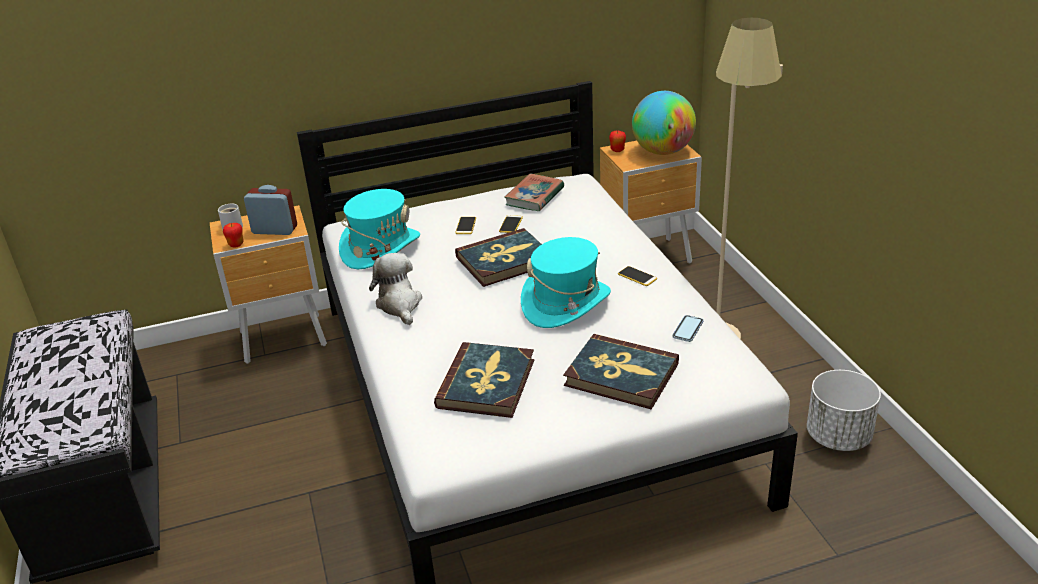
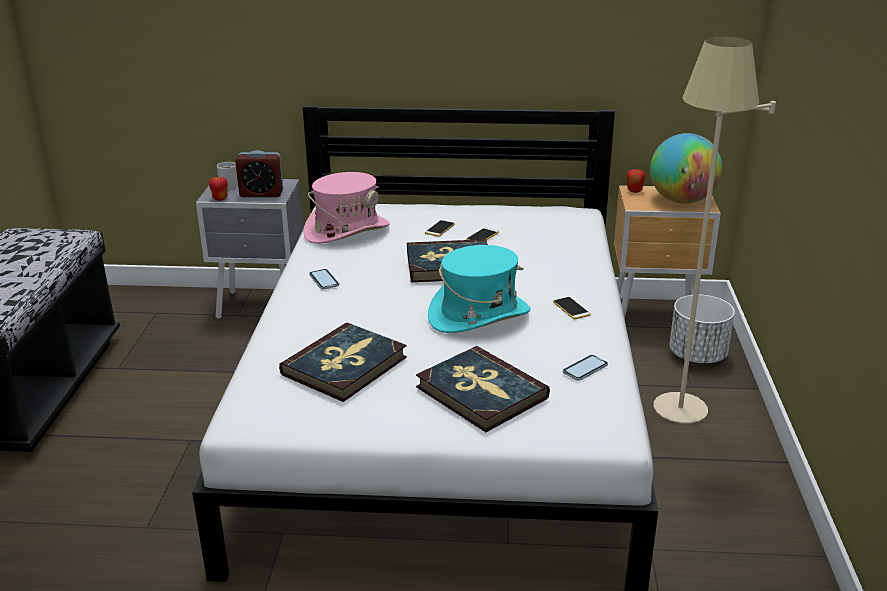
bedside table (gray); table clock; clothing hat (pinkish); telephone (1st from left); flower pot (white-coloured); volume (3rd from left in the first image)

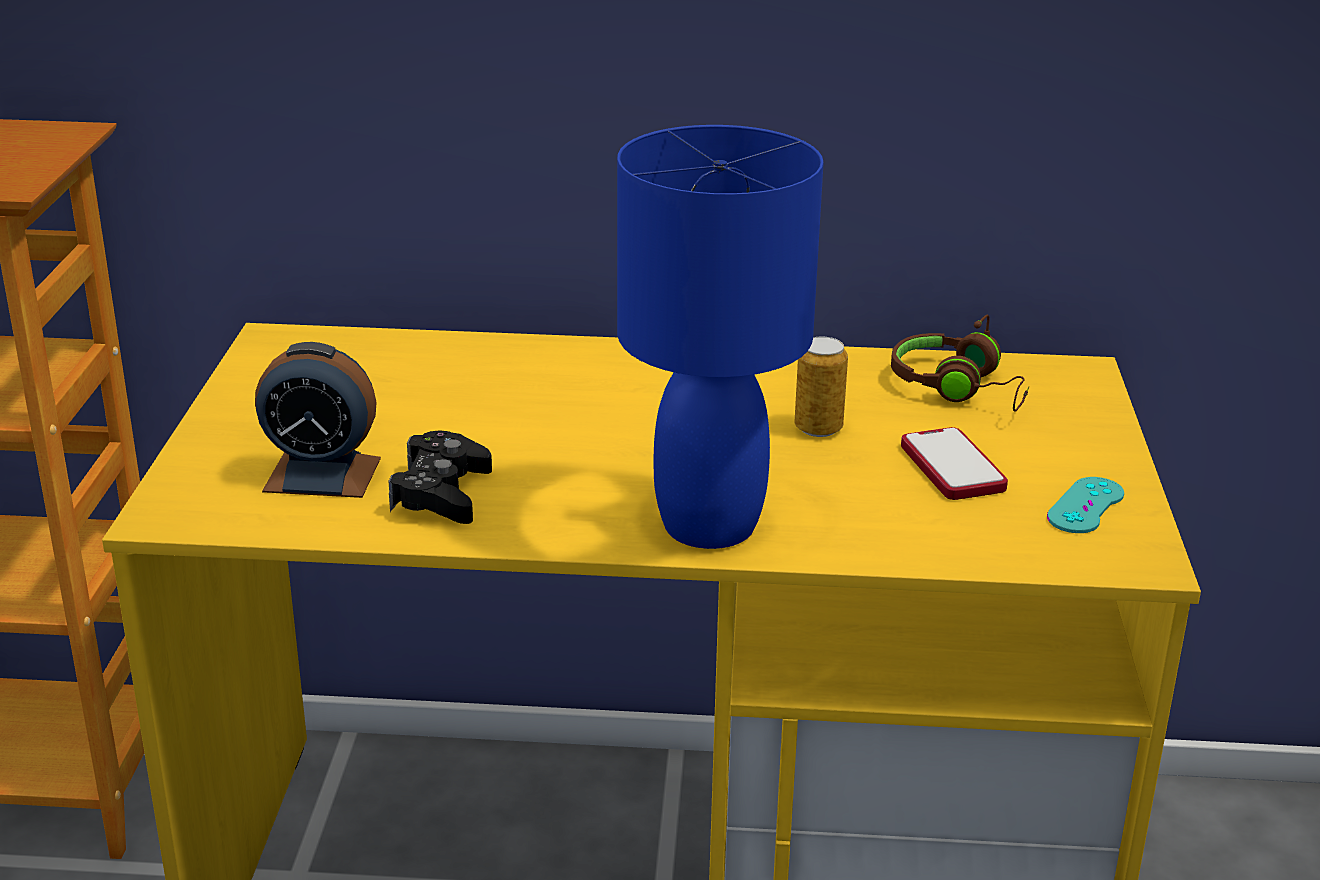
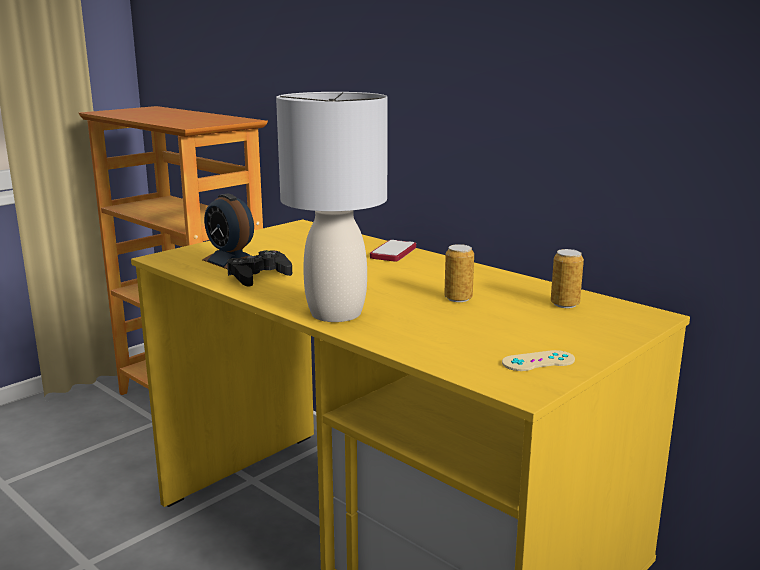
table lamp (gray); telephone; game controller (sand-coloured); sealed can (2nd from left)

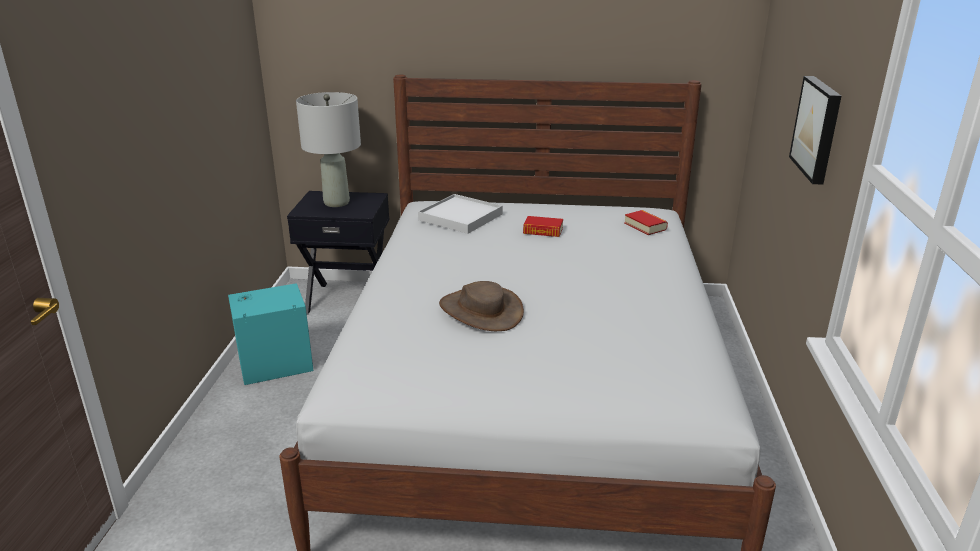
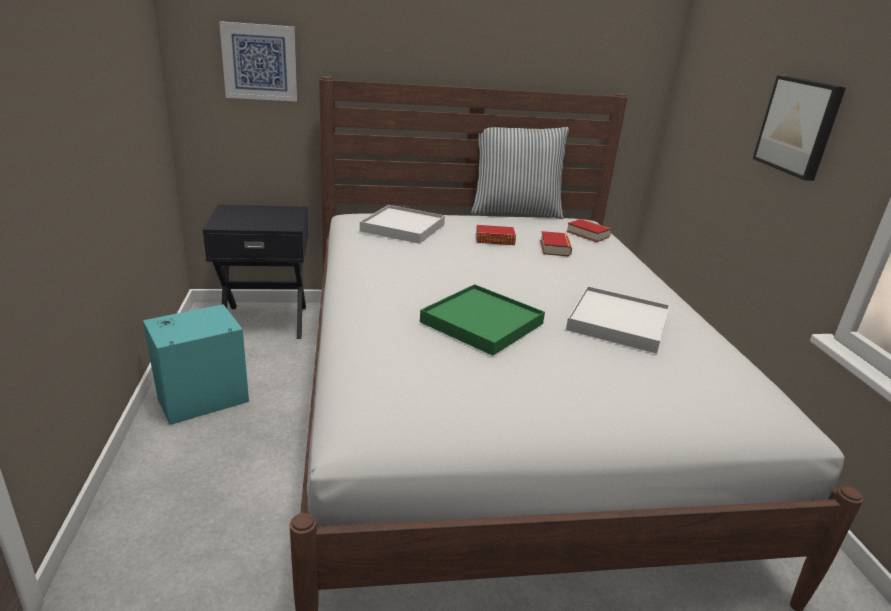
picture (1st from left); tray (greenish); throw pillow; volume (2nd from left); tray (white-coloured) (2nd from left); table lamp (gray)

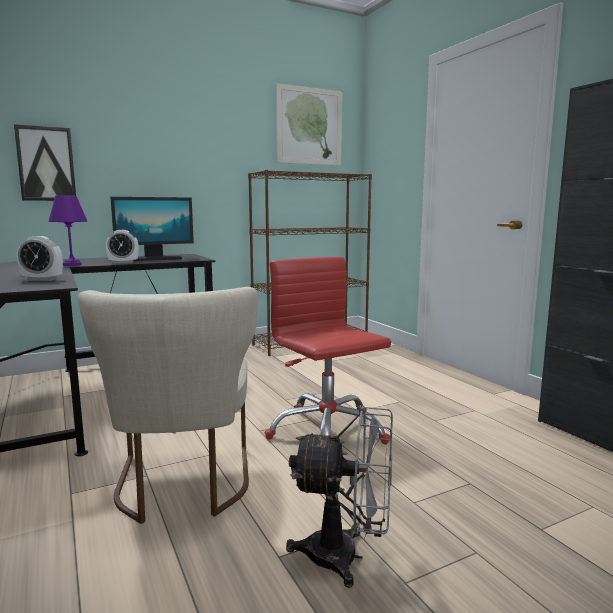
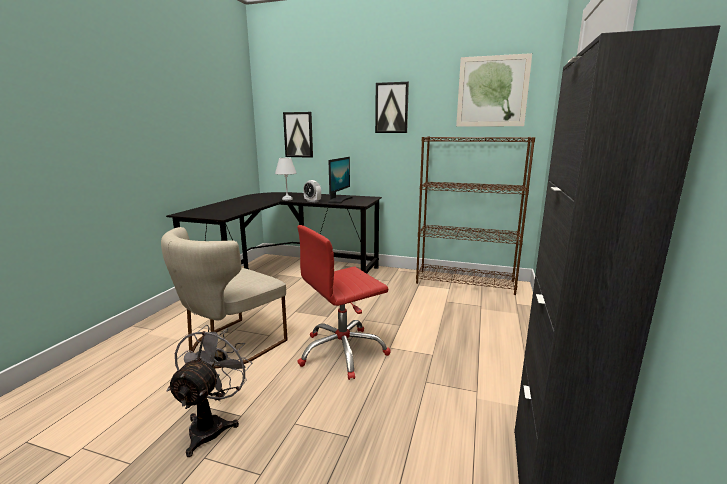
electric fan (gray); table lamp (white-coloured); office chair (reddish); computer screen; picture (2nd from left); table clock (1st from left in the first image)

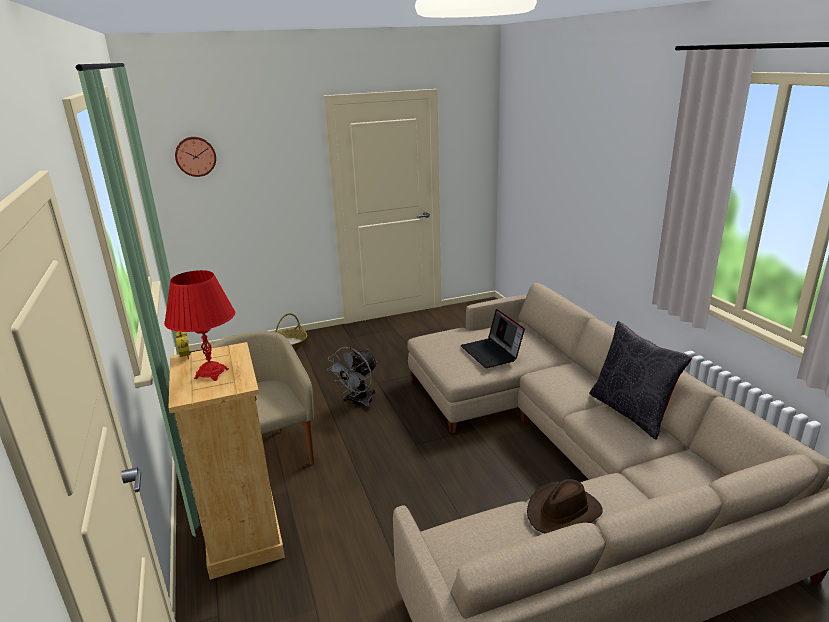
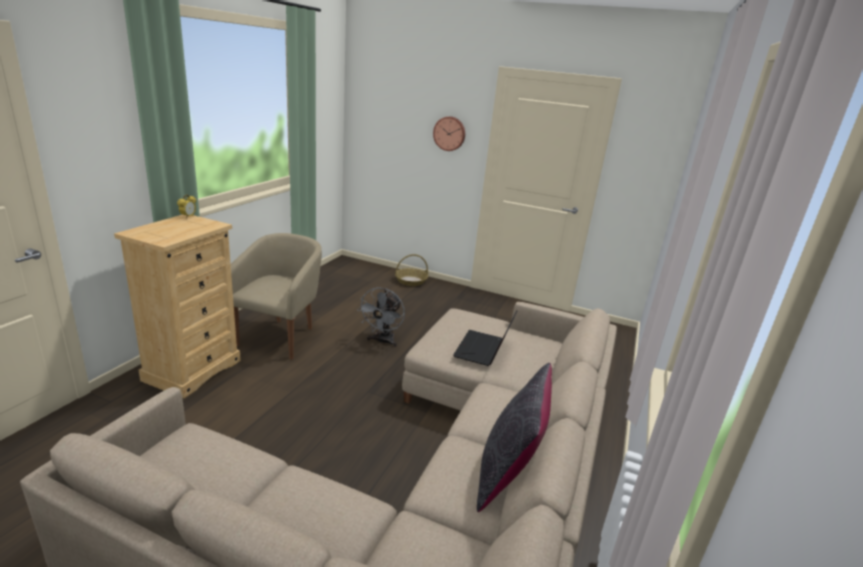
electric fan (gray); hanging clock; table lamp (reddish); clothing hat (brown)

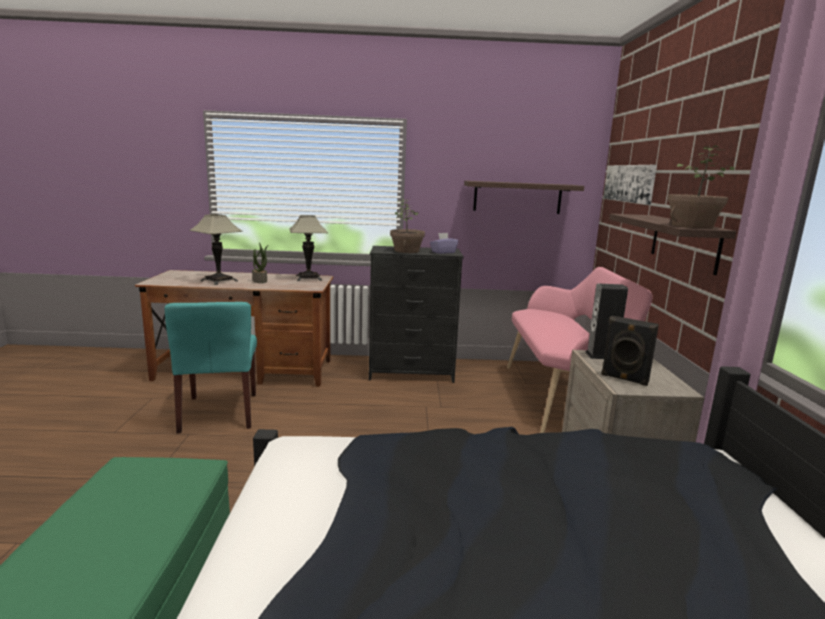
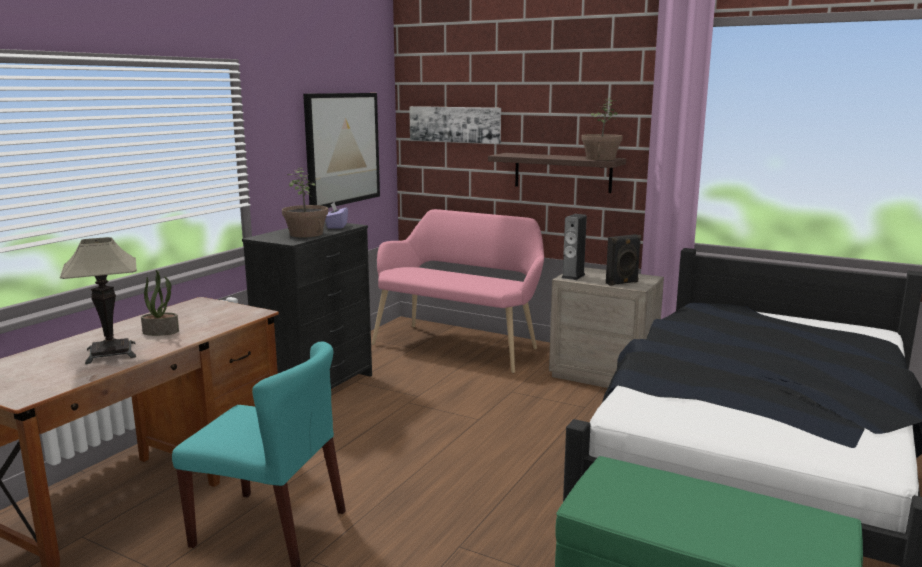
picture (1st from left); table lamp (2nd from left in the first image)

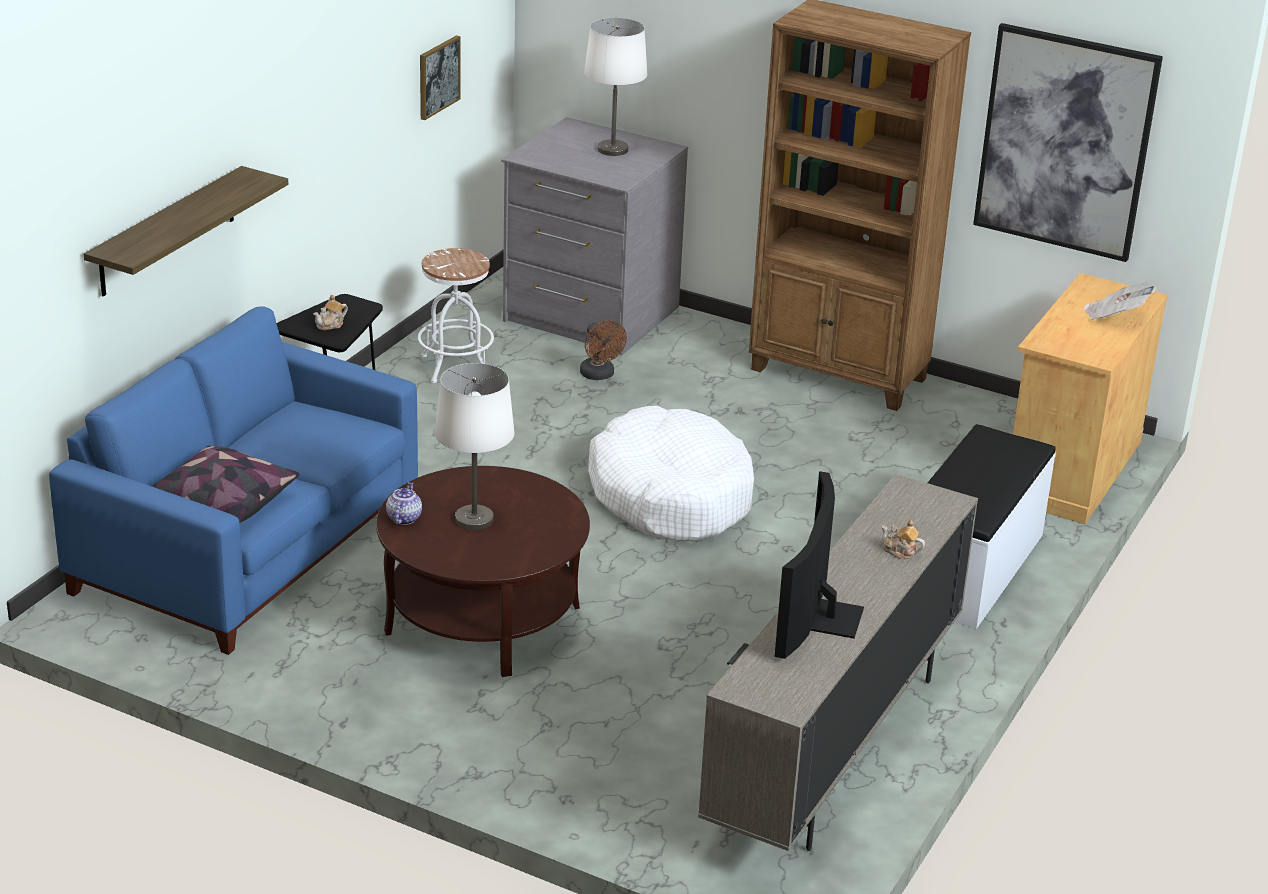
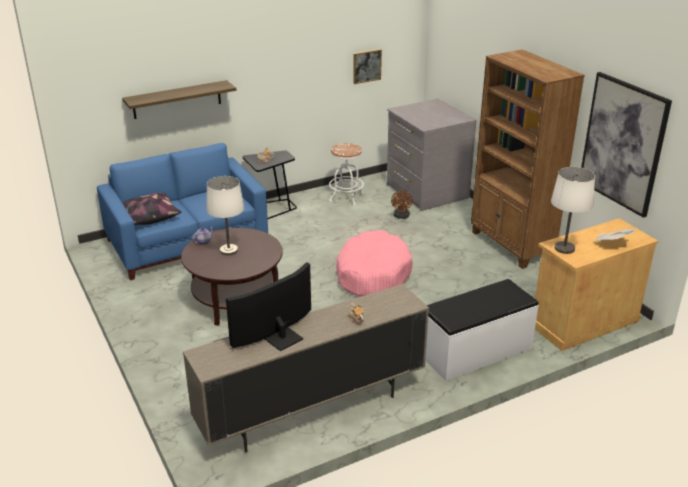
dog cushion (pinkish); table lamp (white-coloured) (2nd from left)

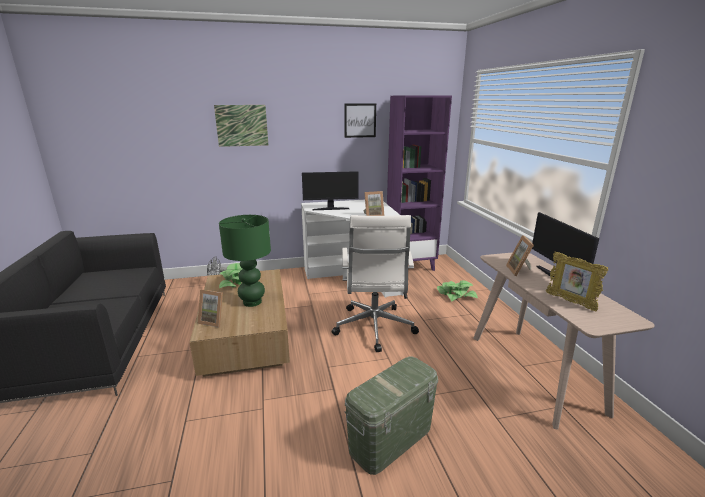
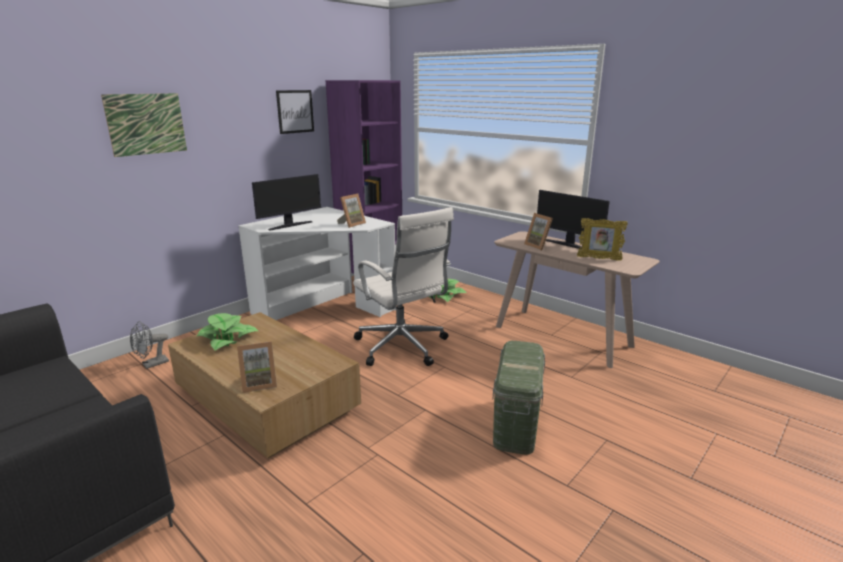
table lamp (greenish)

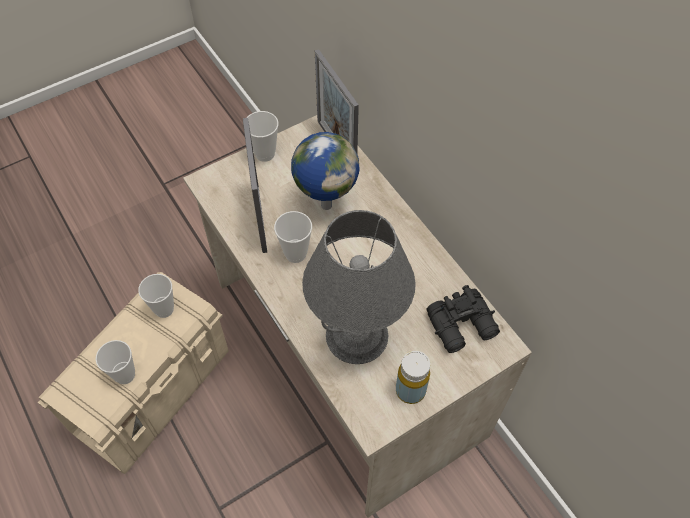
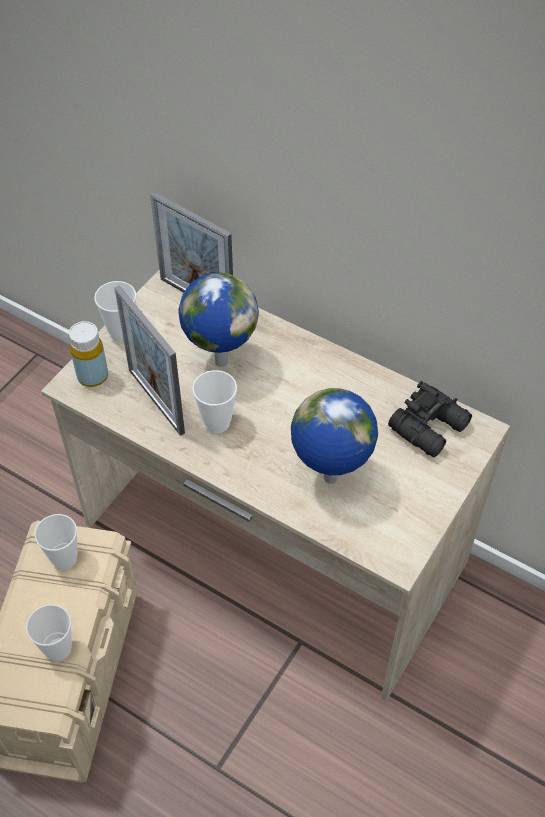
bottle (yellow); desk globe (2nd from left)

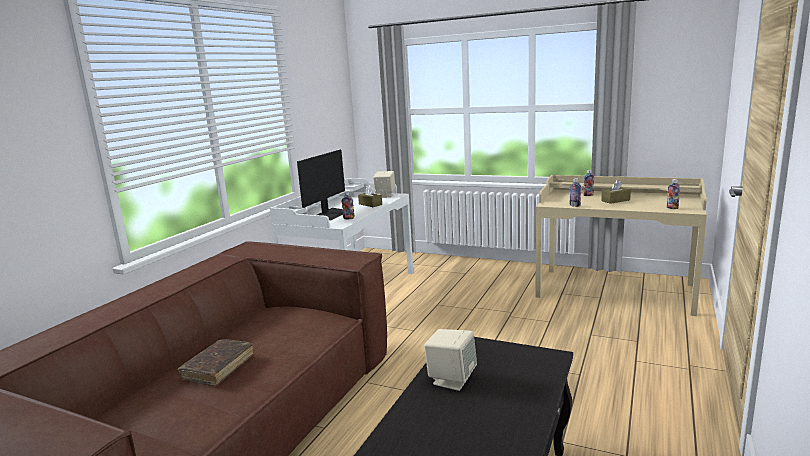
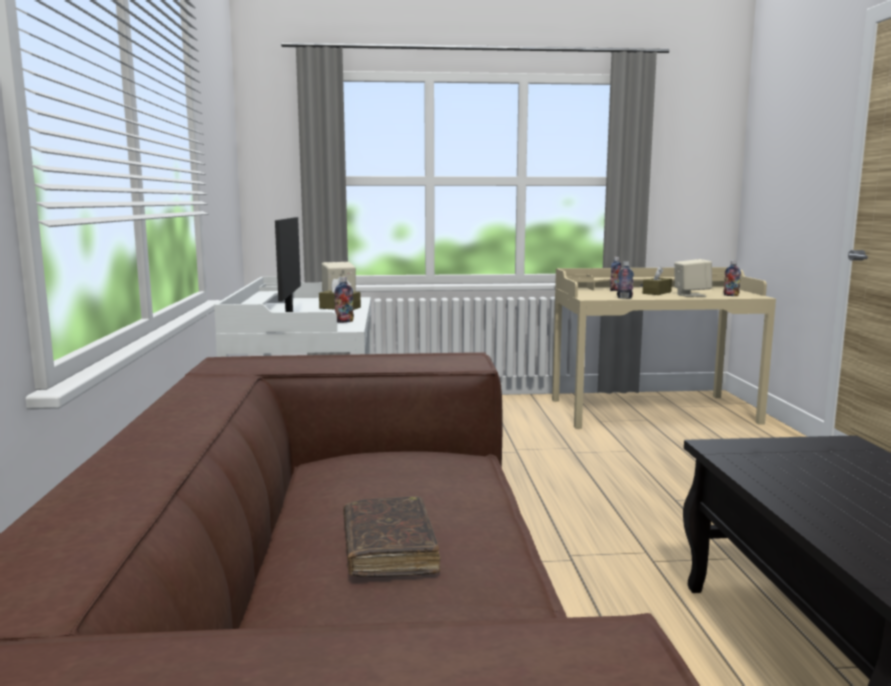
audio speaker (sand-coloured) (2nd from left)

